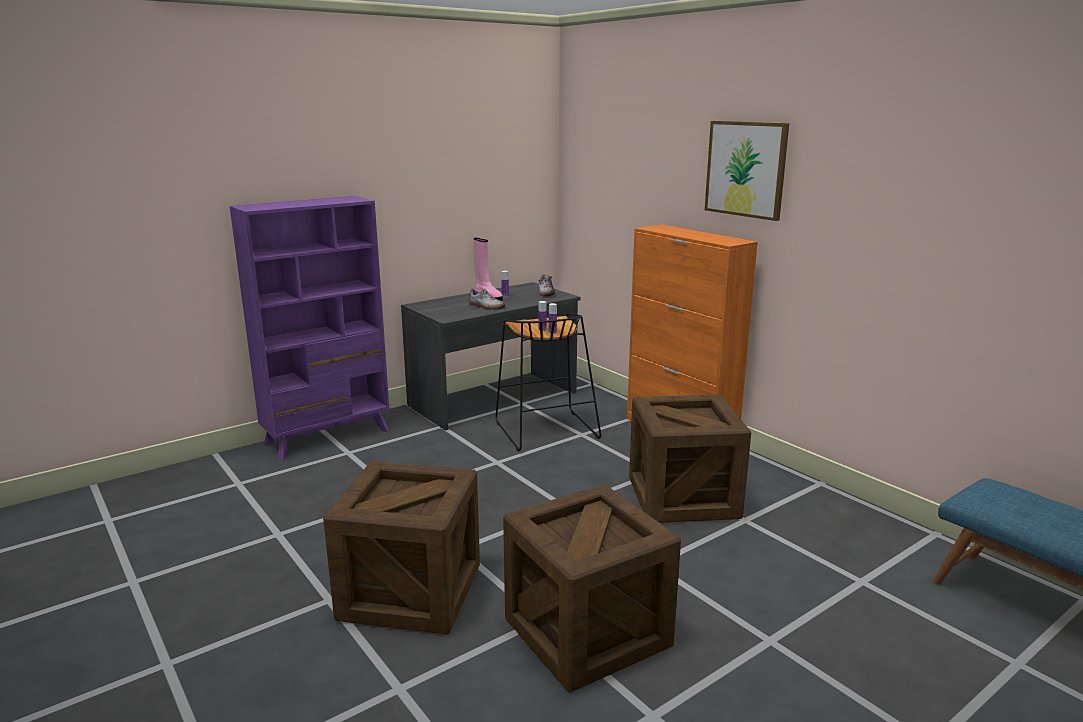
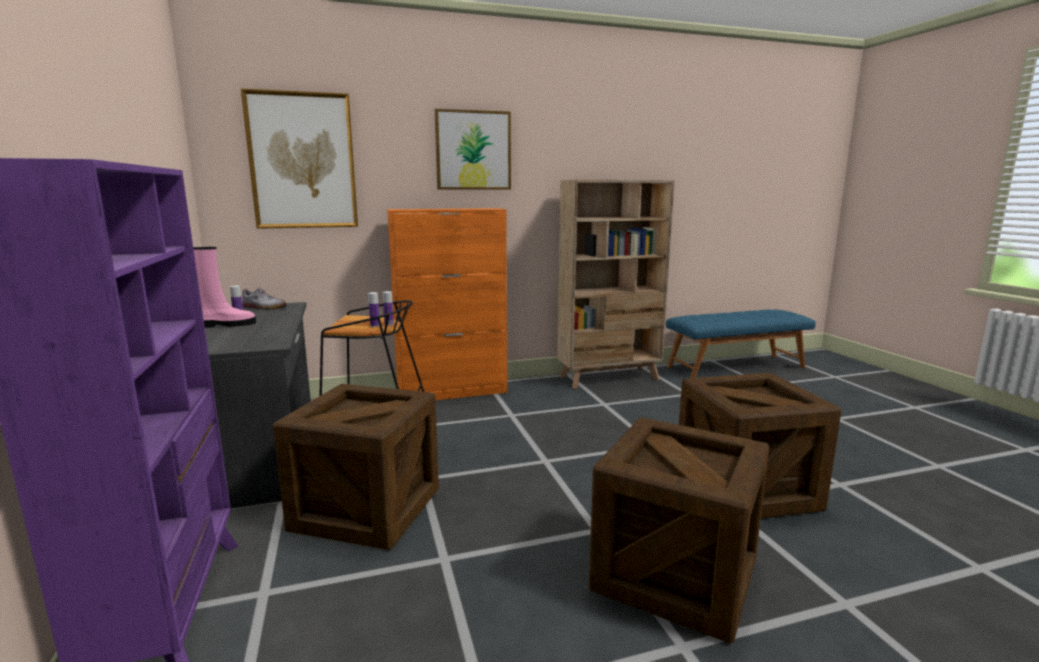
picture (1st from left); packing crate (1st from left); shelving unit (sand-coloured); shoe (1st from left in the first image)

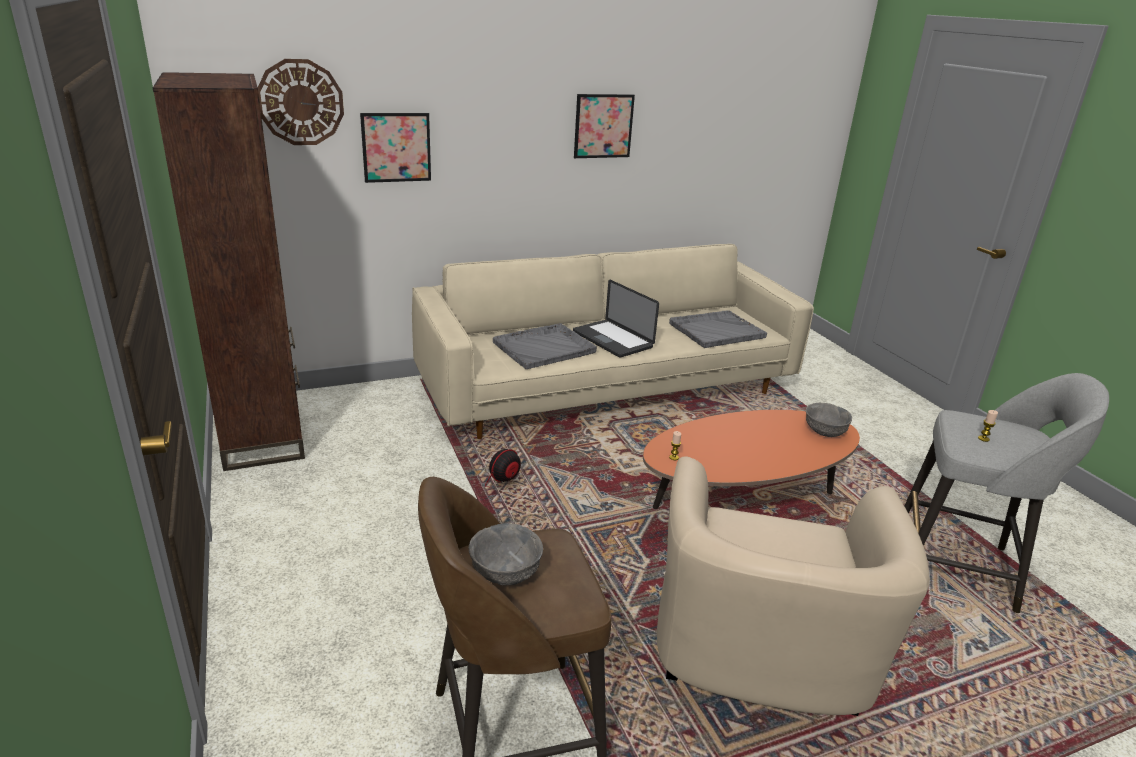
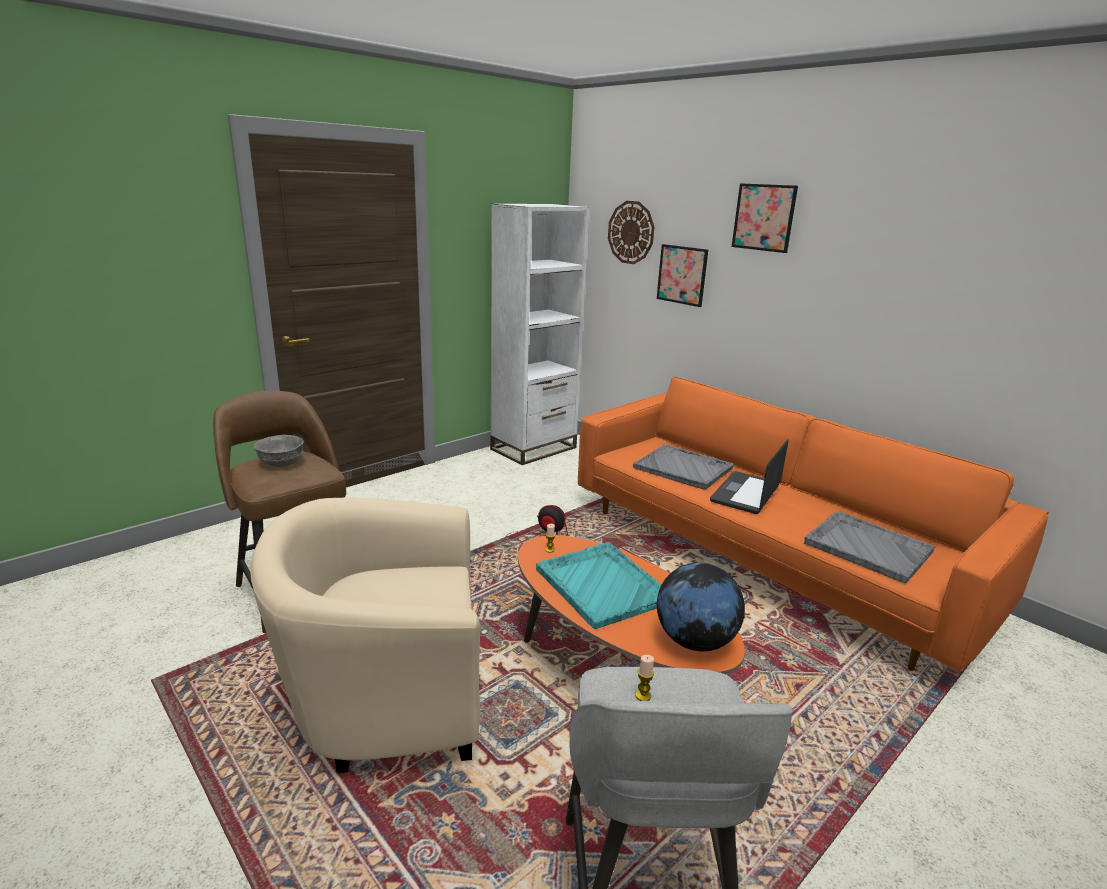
shelving unit (white-coloured); tray (turquoise); couch (orange-coloured); desk globe; picture (2nd from left)

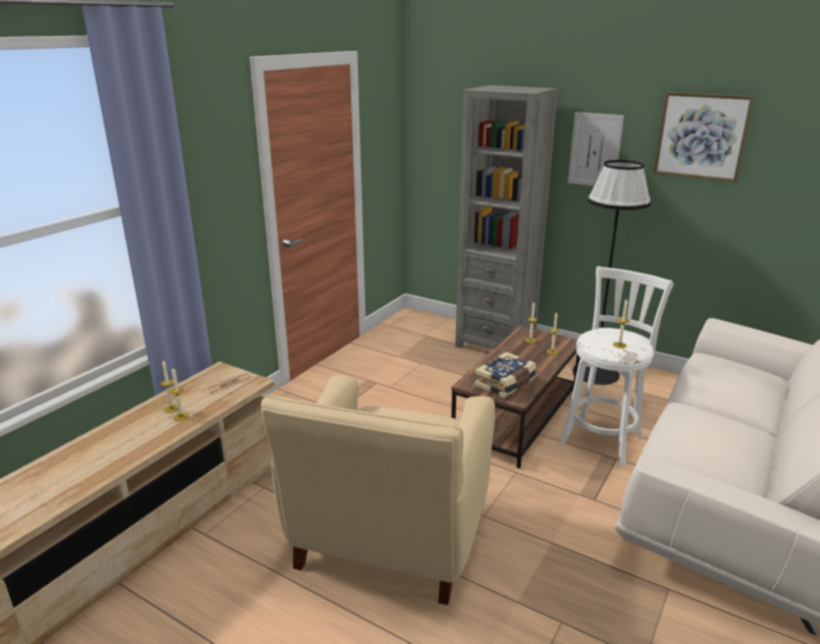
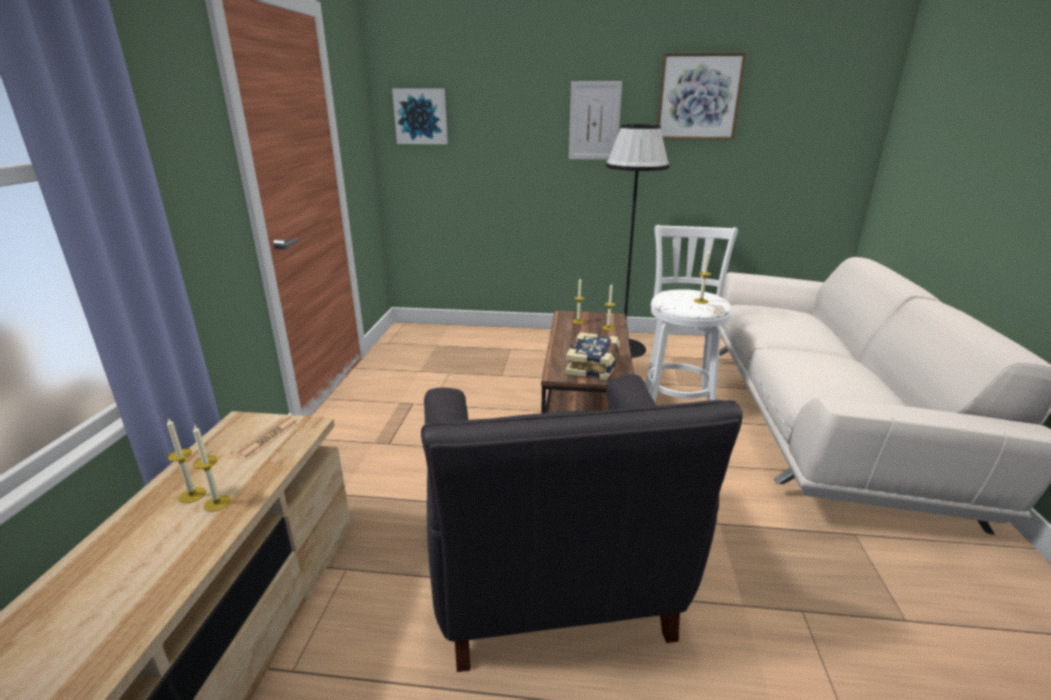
picture (1st from left); easy chair (blackish); shelving unit (gray)

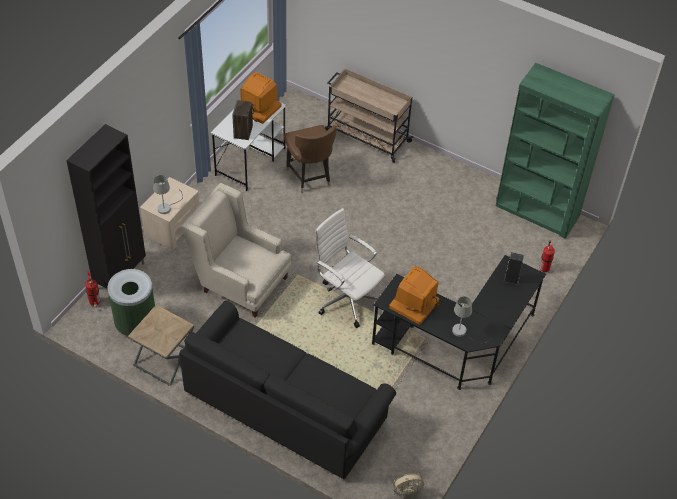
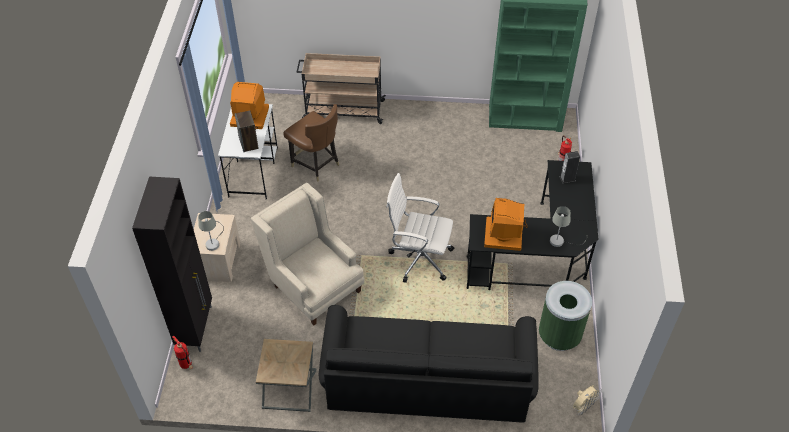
easy chair (sand-coloured); waste bin (greenish)

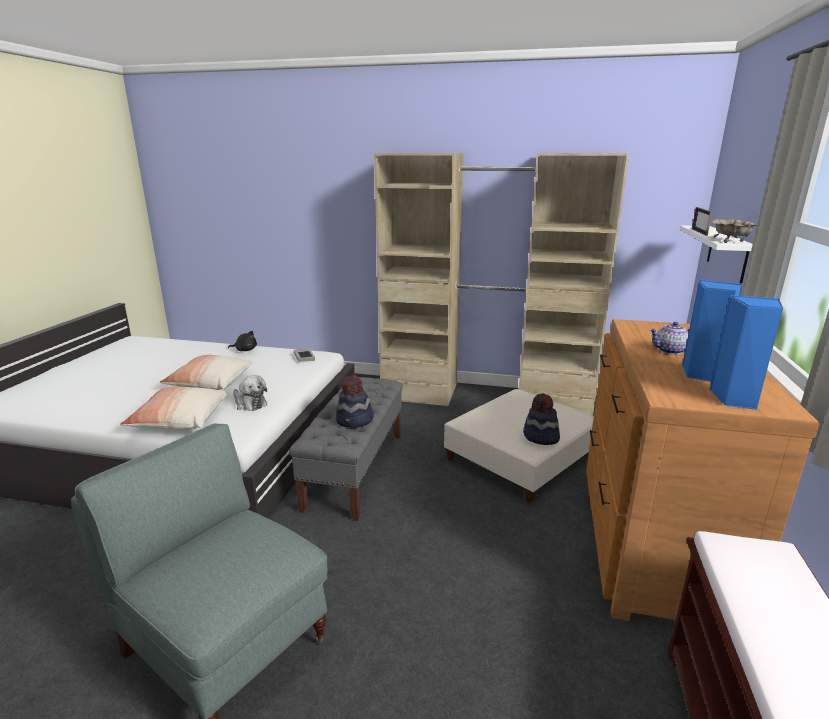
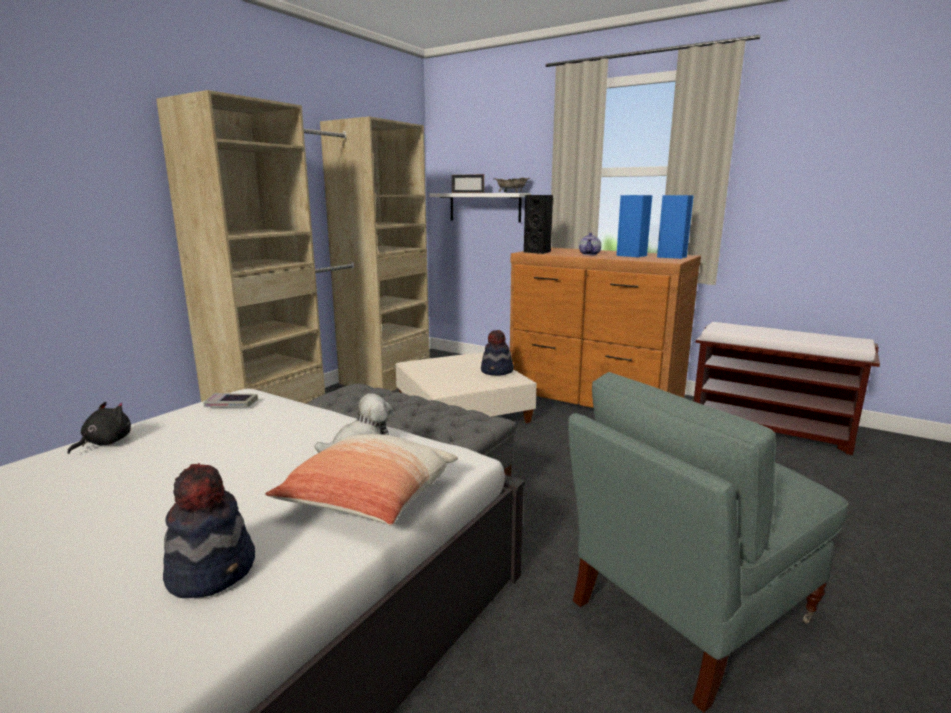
clothing hat (1st from left); audio speaker (blackish); throw pillow (2nd from left in the first image)

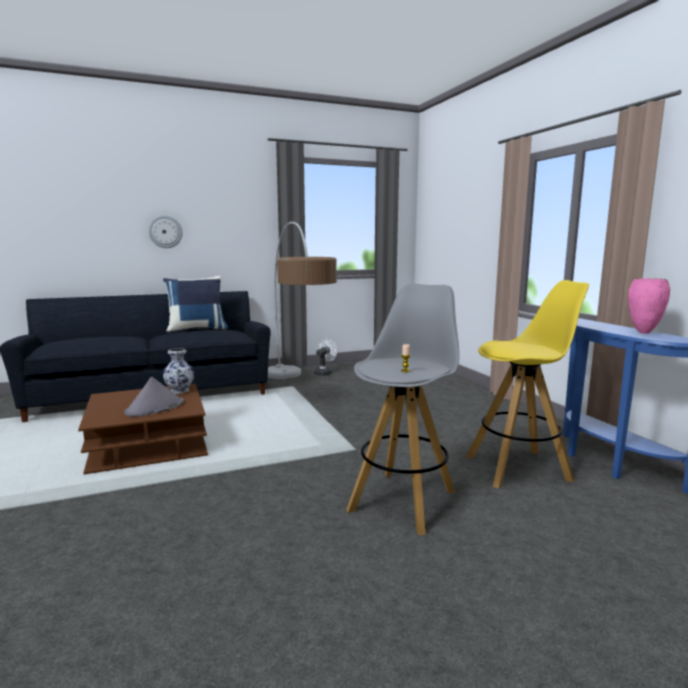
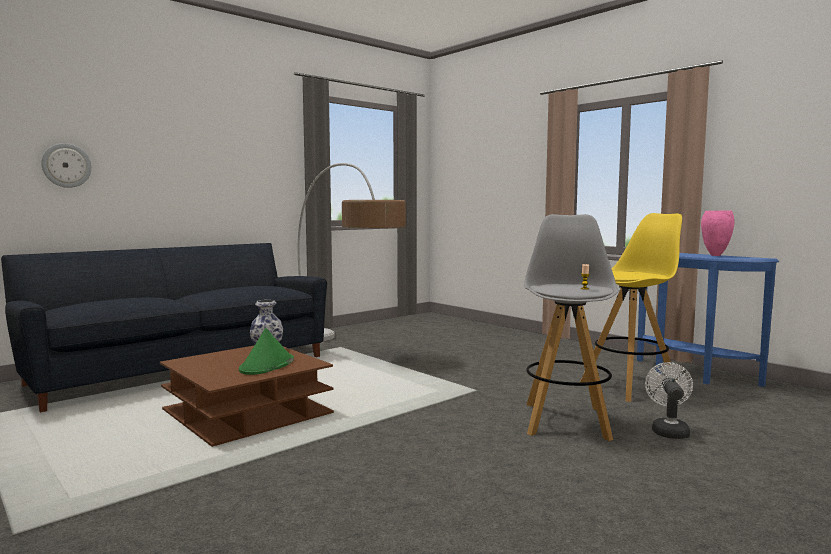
hanging clock; clothing hat (greenish); electric fan (white-coloured); throw pillow (bluish)

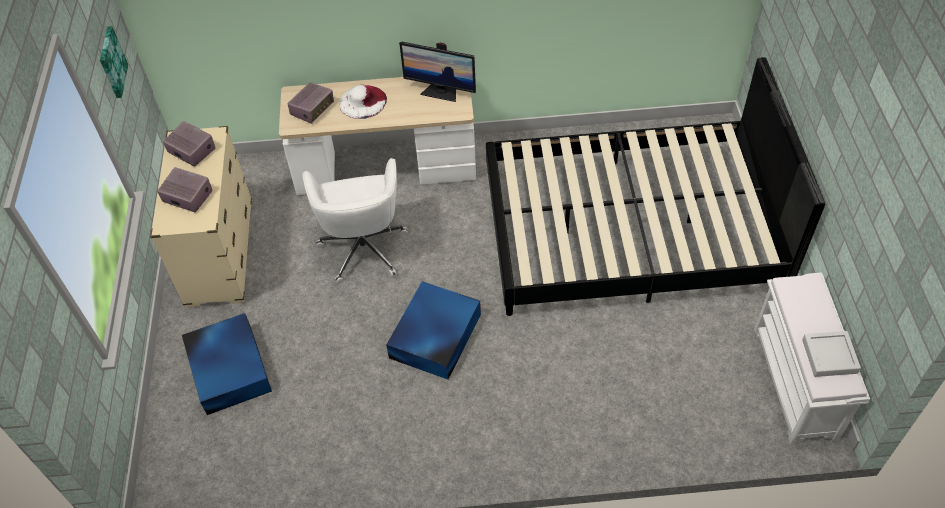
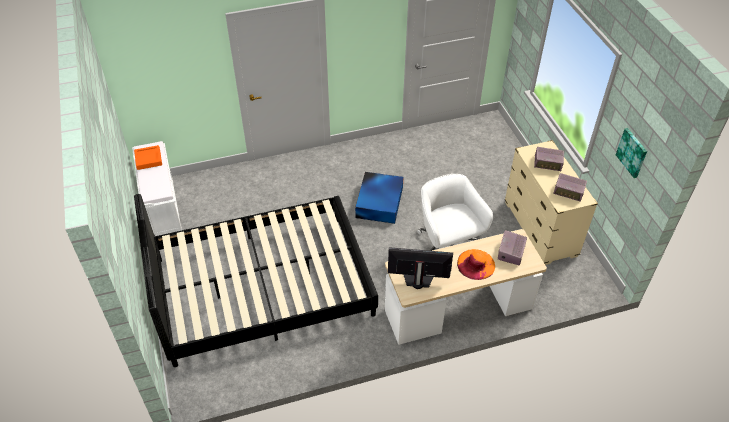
tray (orange-coloured); clothing hat (orange-coloured); storage container (bluish) (1st from left in the first image)

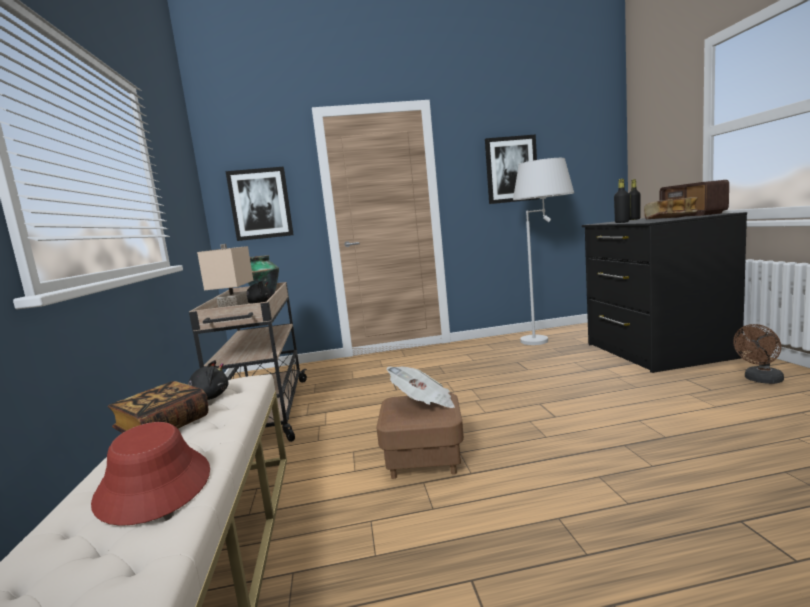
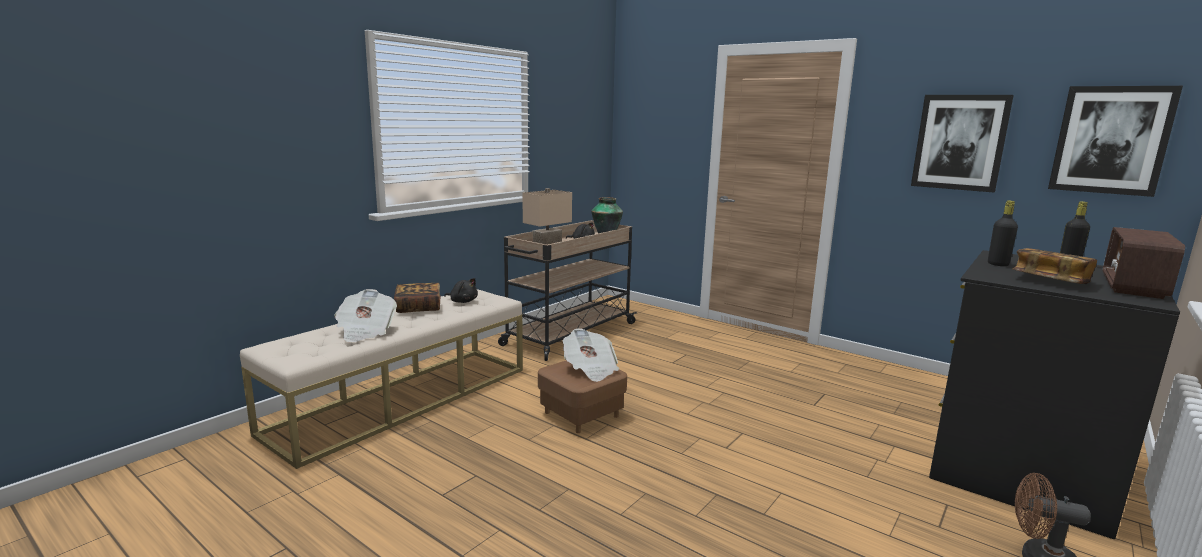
newspaper (1st from left); picture (2nd from left); standing lamp (white-coloured)

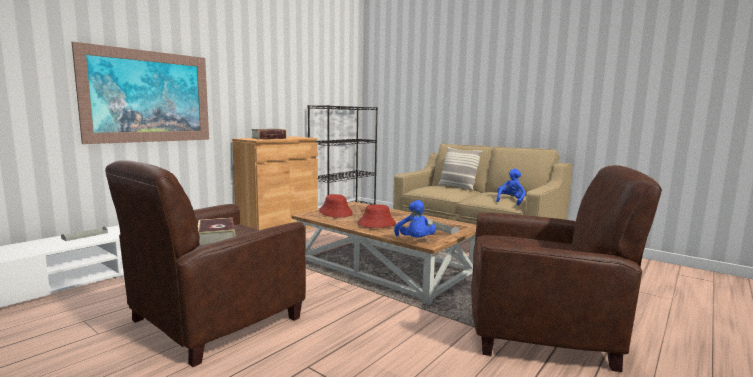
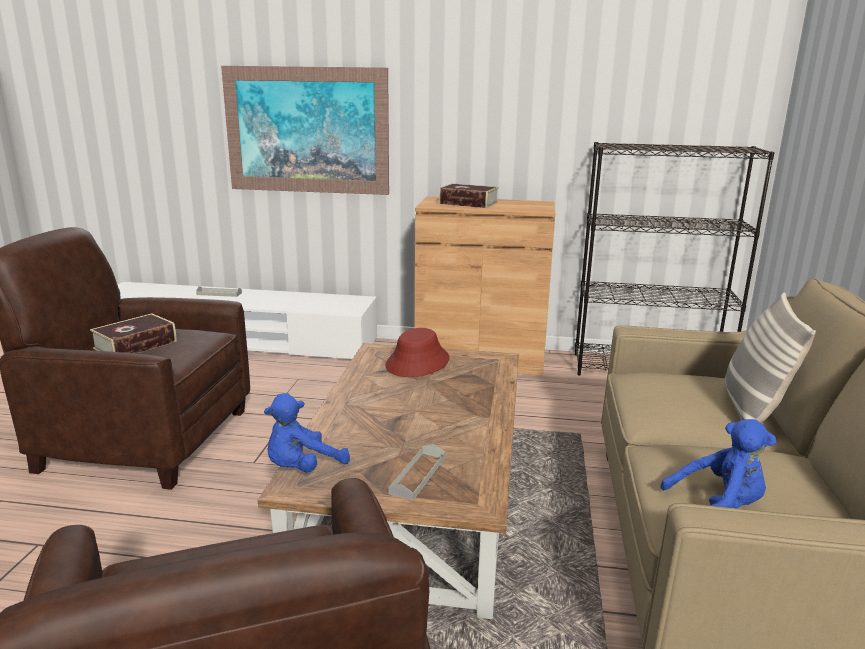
clothing hat (reddish) (2nd from left in the first image)

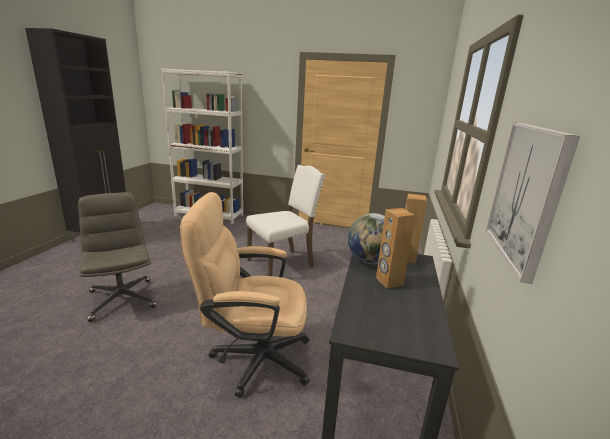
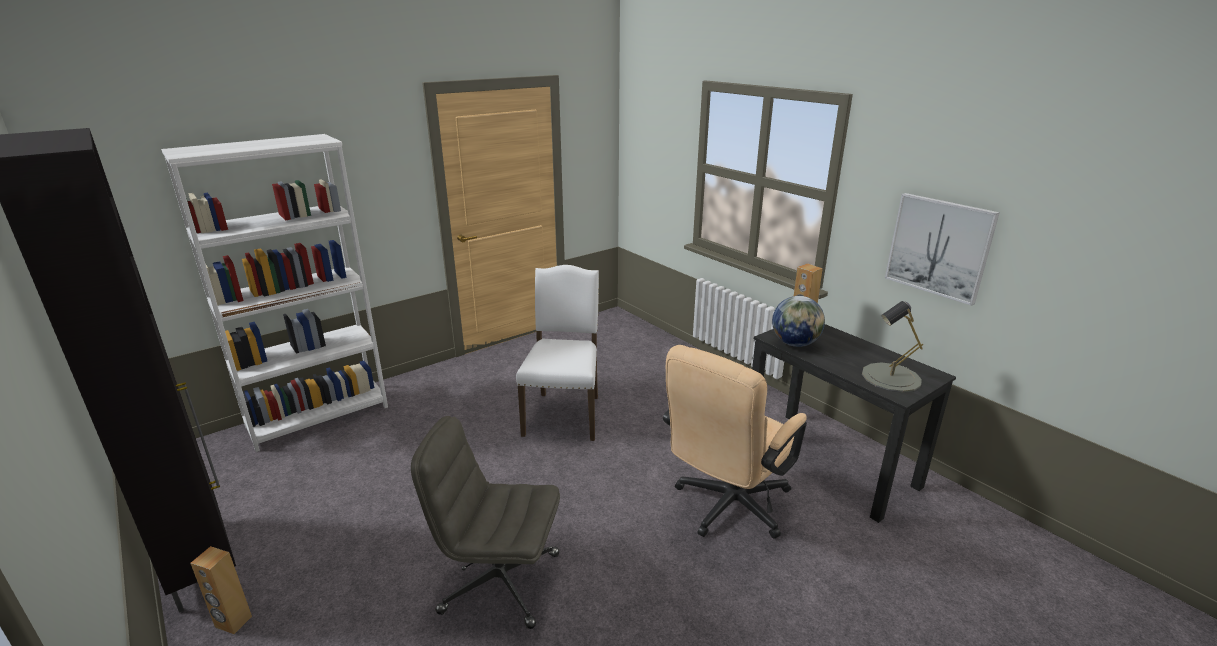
audio speaker (brown) (1st from left); table lamp (gray)

